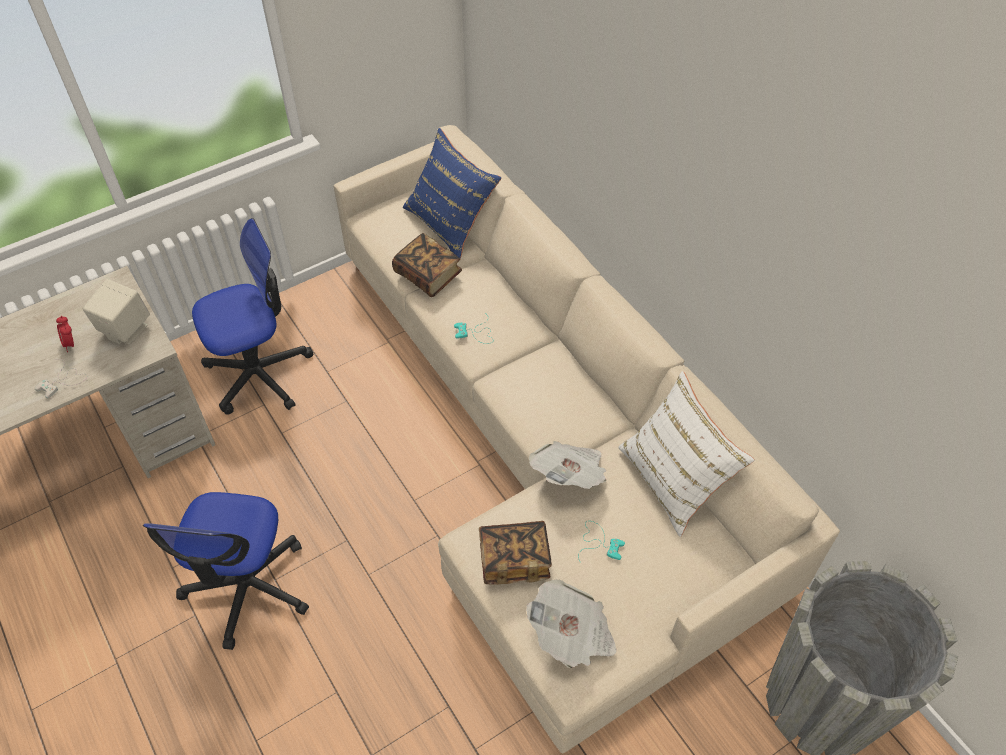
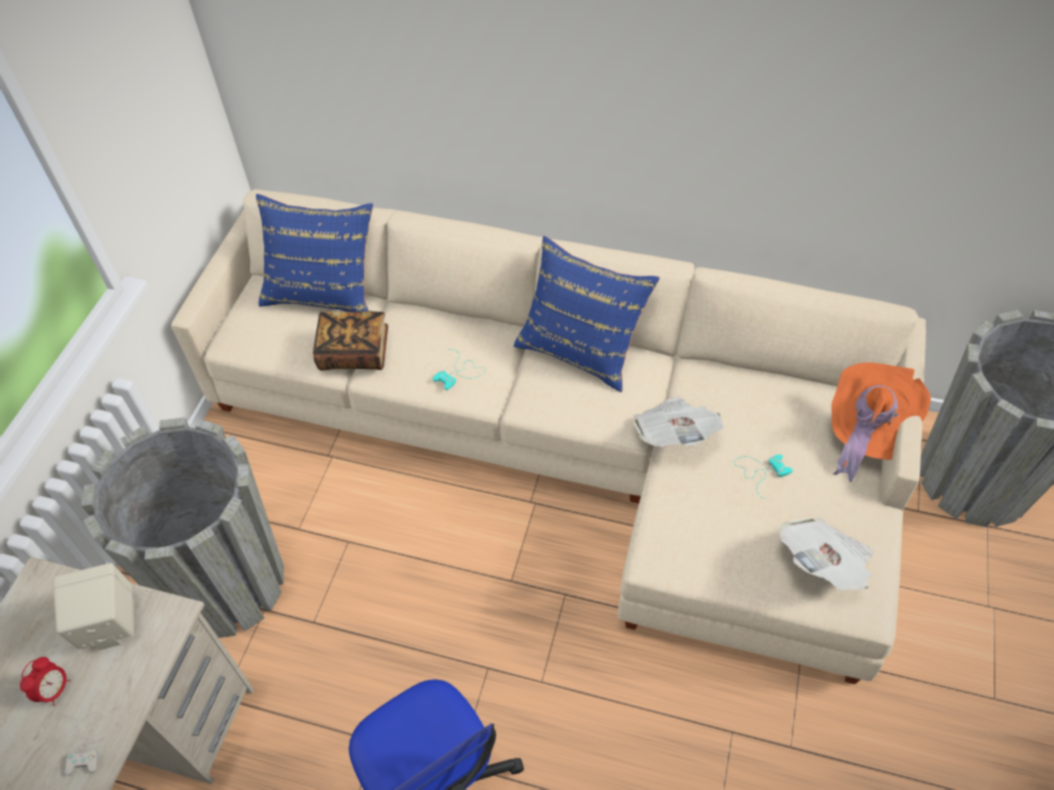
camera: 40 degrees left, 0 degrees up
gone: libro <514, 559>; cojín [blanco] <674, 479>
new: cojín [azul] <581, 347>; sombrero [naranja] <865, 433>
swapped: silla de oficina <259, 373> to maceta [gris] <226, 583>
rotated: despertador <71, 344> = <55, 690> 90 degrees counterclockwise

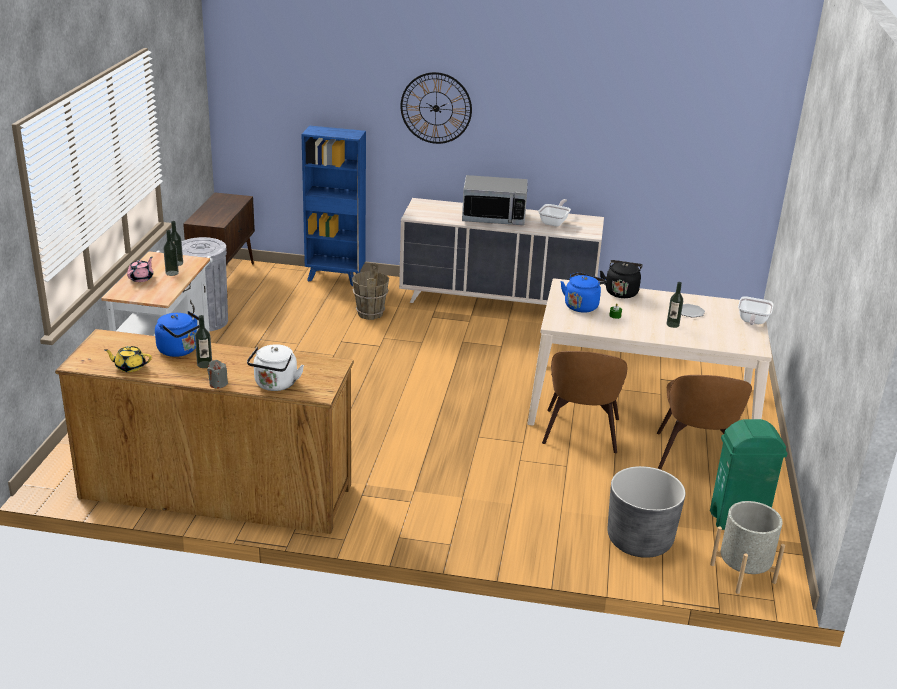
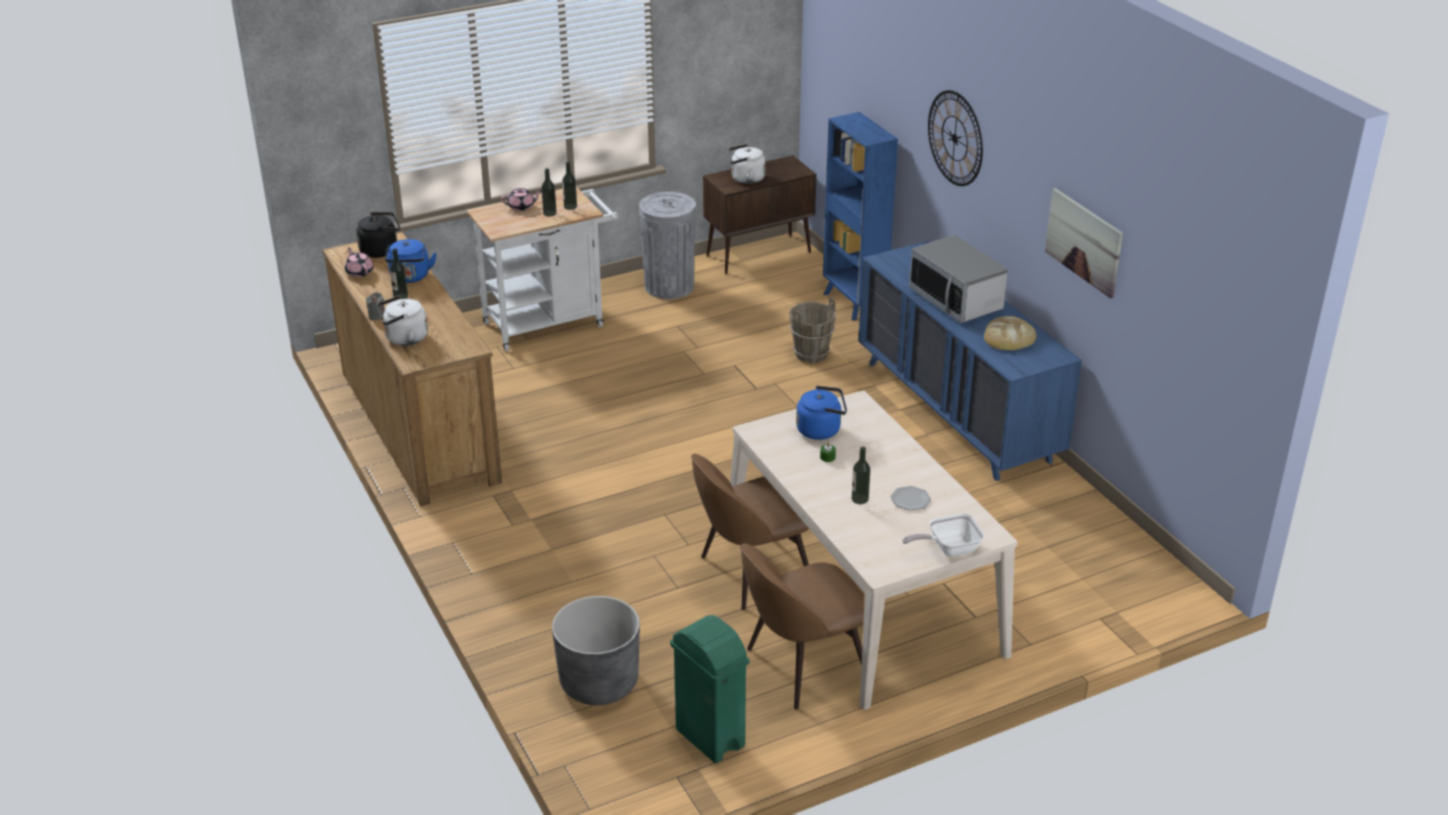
camera: 55 degrees right, 5 degrees up
gone: maceta [gris] <742, 573>
new: hervidor [blanco] <745, 179>; cuadro <1084, 242>
shifted: hervidor [negro] <621, 292> to <381, 250>
swapped: sartén <554, 222> to pan <1009, 337>
repainted: tetera [amarillo] <130, 367> to tetera [rosa] <359, 272>; cómoda [beis] <498, 301> to cómoda [azul] <957, 411>

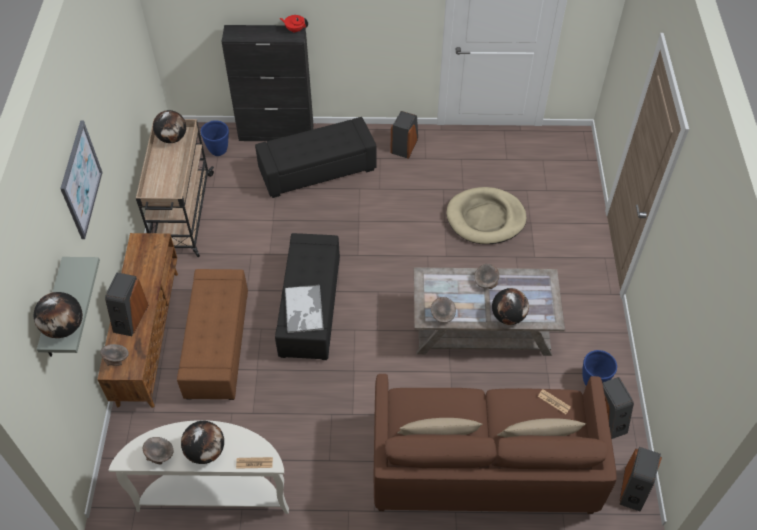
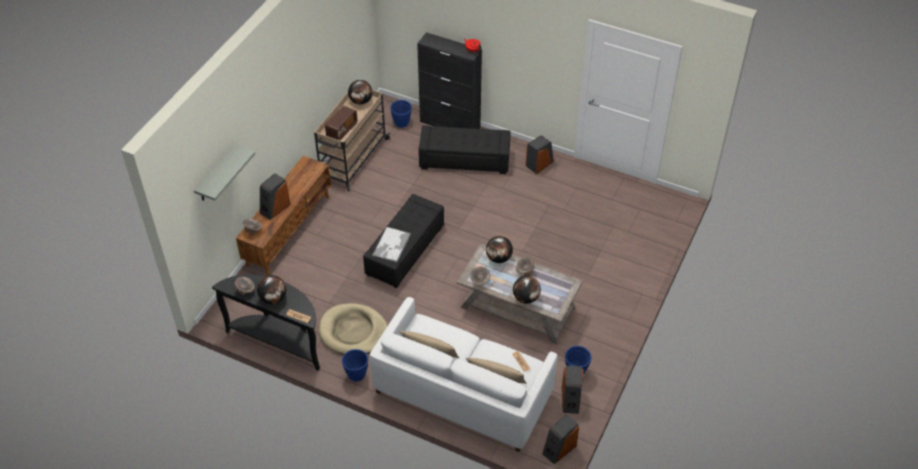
camera: 25 degrees right, 5 degrees down
gone: cuadro <81, 180>; puf [marrón] <217, 345>
new: radio <341, 130>; maceta [azul] <356, 375>
shifted: cama para perro [beis] <485, 218> to <353, 332>; globo terráqueo <64, 327> to <499, 258>
repainted: mesa consola [blanco] <215, 493> to mesa consola [negro] <279, 340>; sofá [marrón] <482, 464> to sofá [blanco] <462, 392>

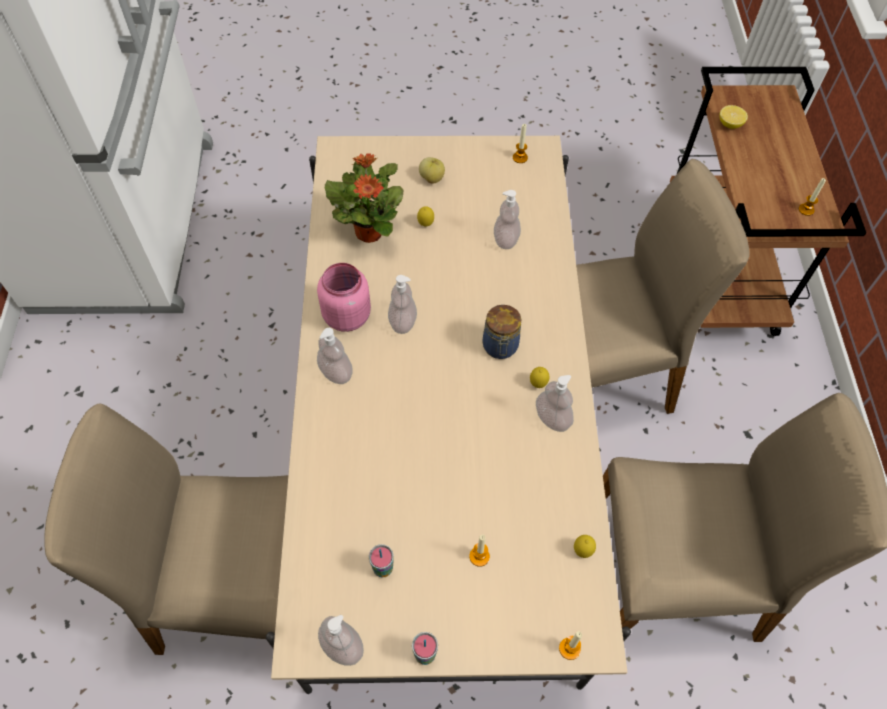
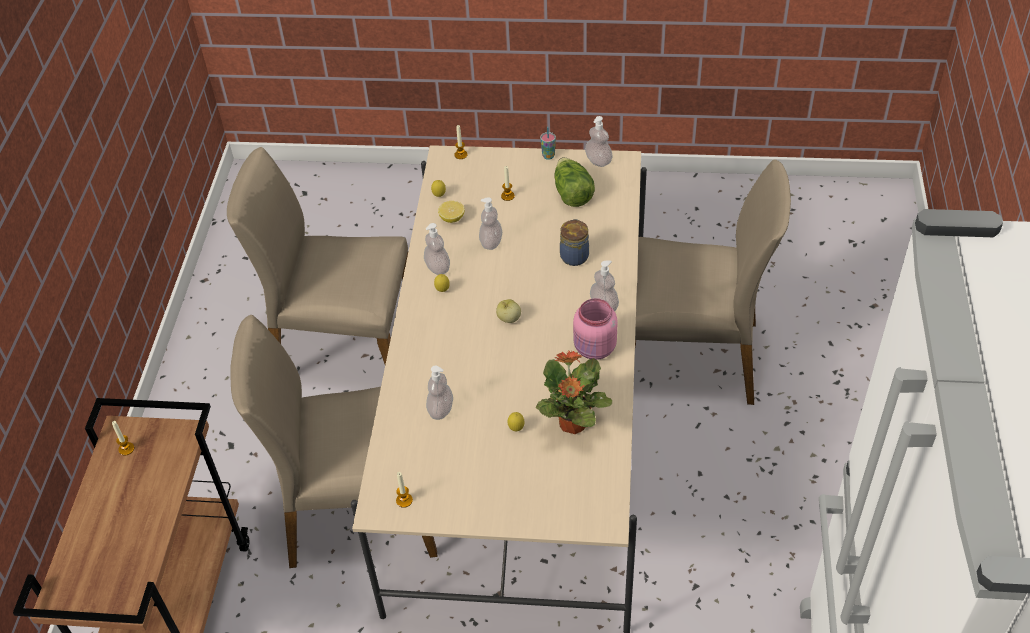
camera: 170 degrees left, 10 degrees down
shifted: limón <729, 124> to <452, 218>; dispensador de jabón <402, 321> to <491, 242>; manzana <432, 178> to <508, 319>; tarro <500, 347> to <574, 255>
swapped: taza <383, 568> to lechuga <572, 193>

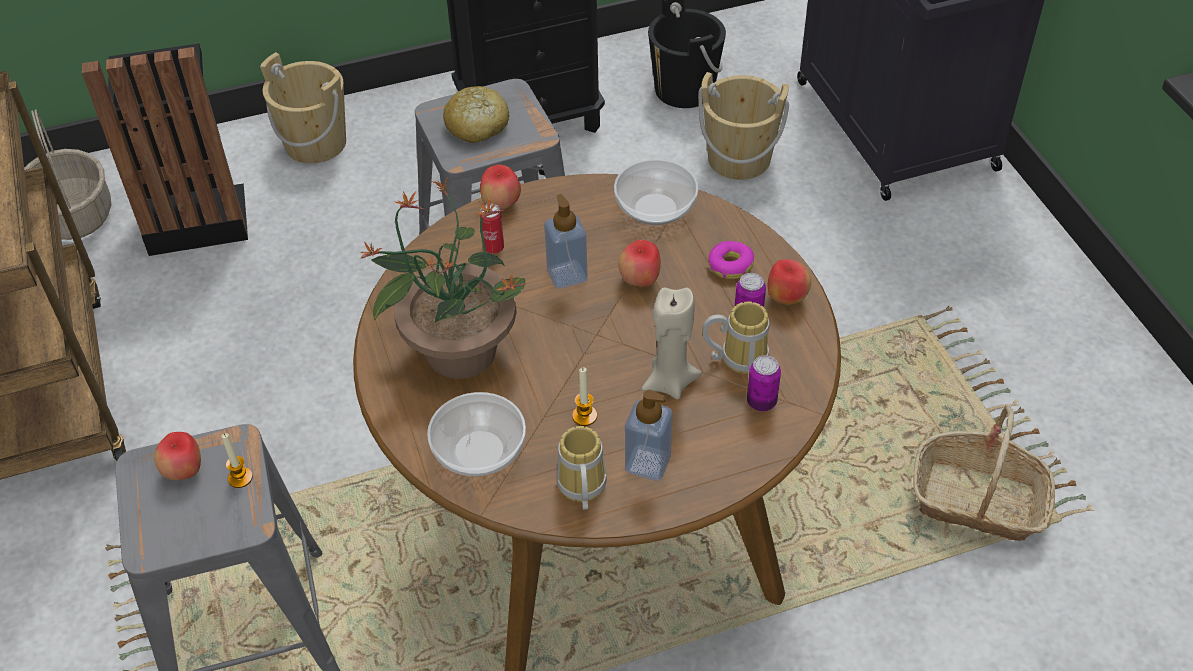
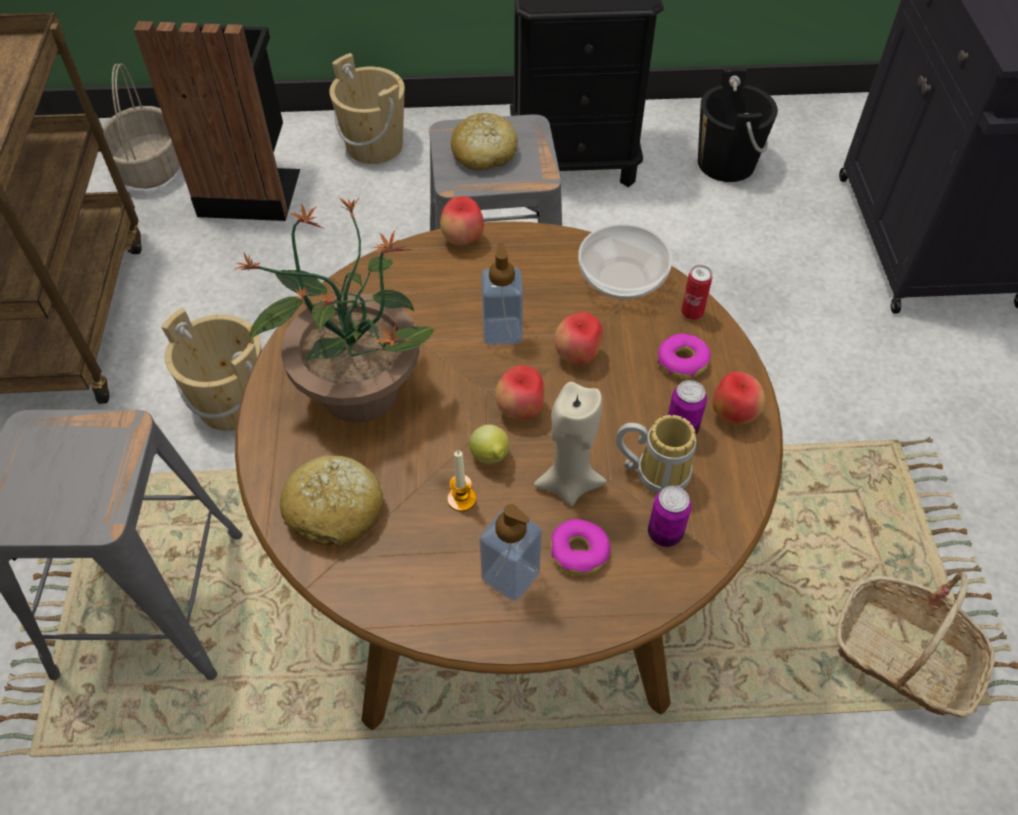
camera: 15 degrees right, 5 degrees up
gone: vela <240, 478>; taza grande <579, 490>
new: limón <491, 458>; rosquilla <579, 552>
shifted: cubo [beis] <739, 159> to <233, 402>; manzana <184, 471> to <520, 410>; lata <494, 248> to <692, 313>
swapped: cuenco <480, 450> to pan <335, 510>

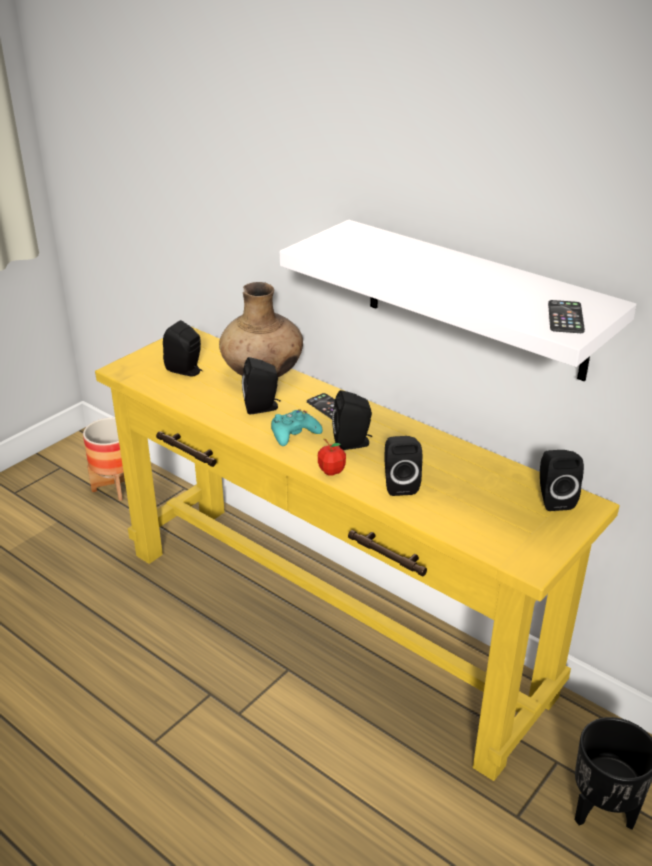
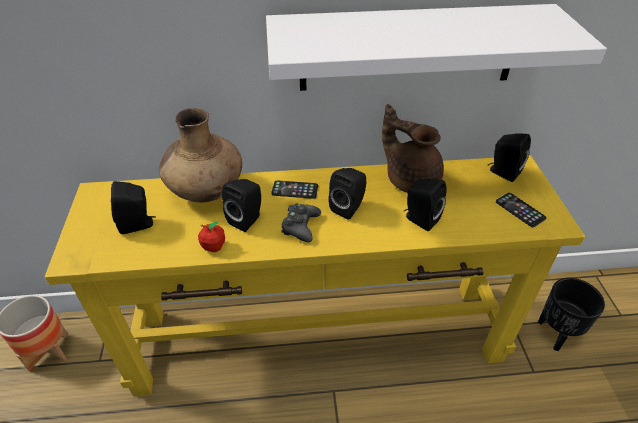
camera: 45 degrees left, 10 degrees up
new: tetera [marrón] <410, 179>
shifted: manzana <331, 471> to <213, 247>; móvil <565, 317> to <520, 210>
repainted: mando de consola [turquesa] <294, 434> to mando de consola [negro] <300, 226>

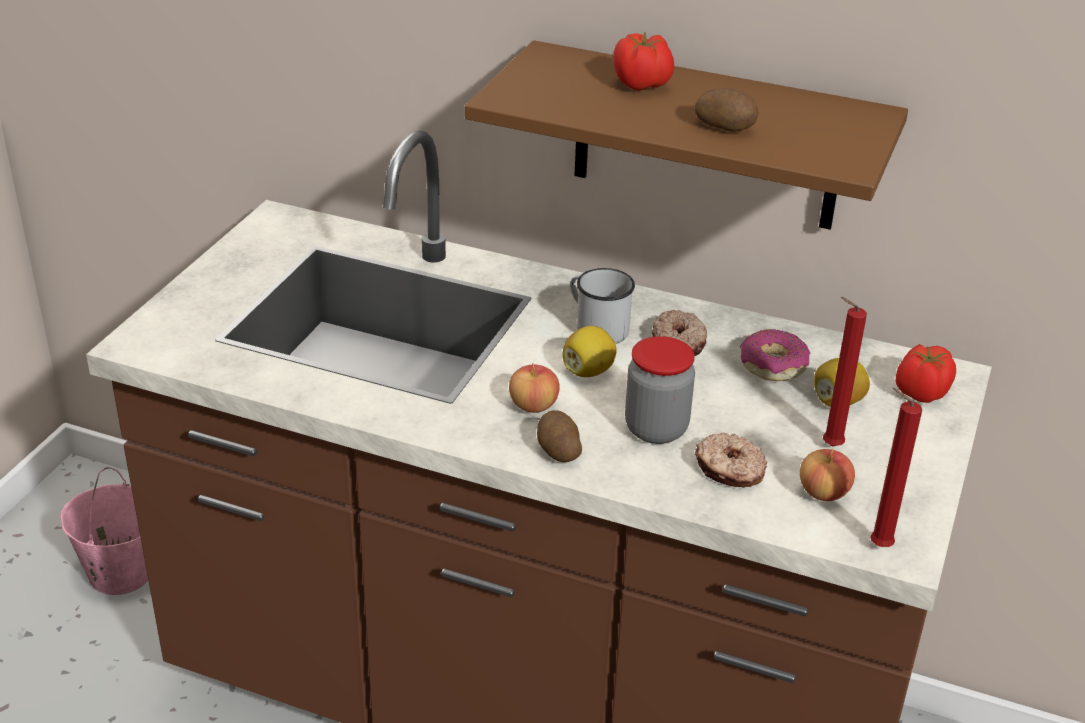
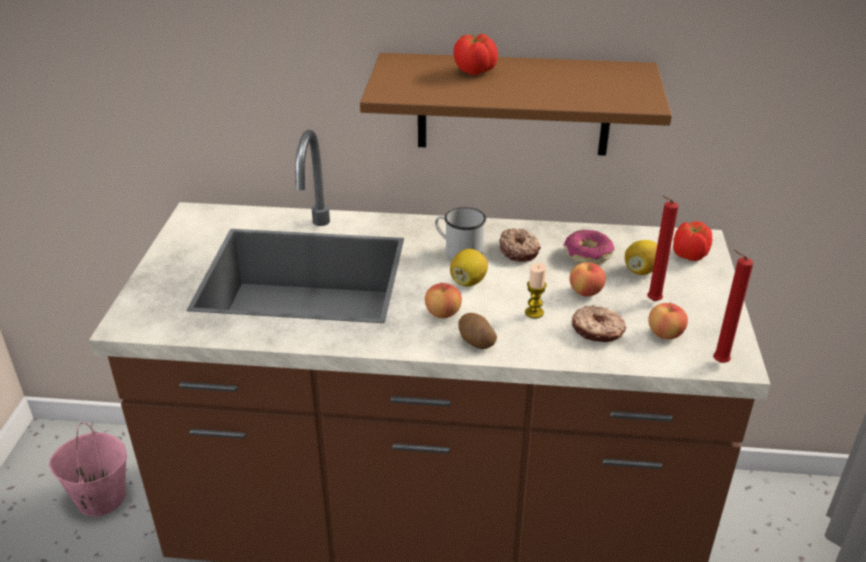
camera: 15 degrees left, 0 degrees up
gone: patata <725, 126>
new: manzana <585, 291>
swapped: tarro <656, 429> to vela <534, 312>

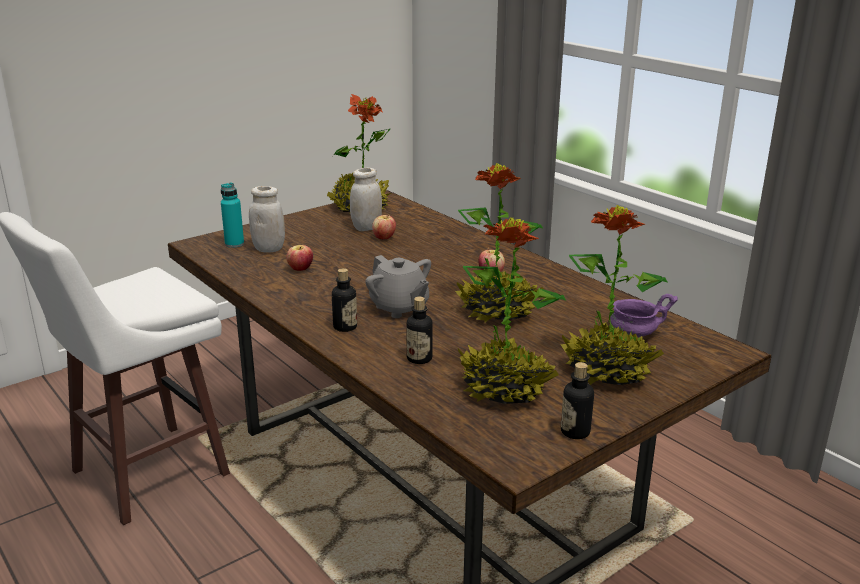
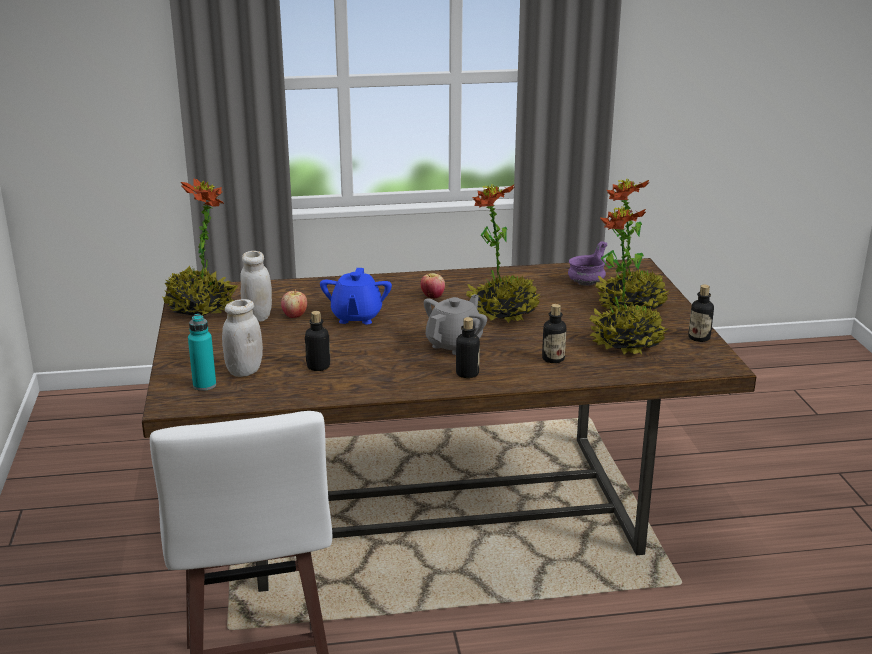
camera: 60 degrees left, 0 degrees up
new: tetera [azul] <356, 317>
swapped: manzana <300, 269> to botella <318, 366>
rotated: tetera [gris] <399, 307> = <454, 344> 45 degrees counterclockwise

